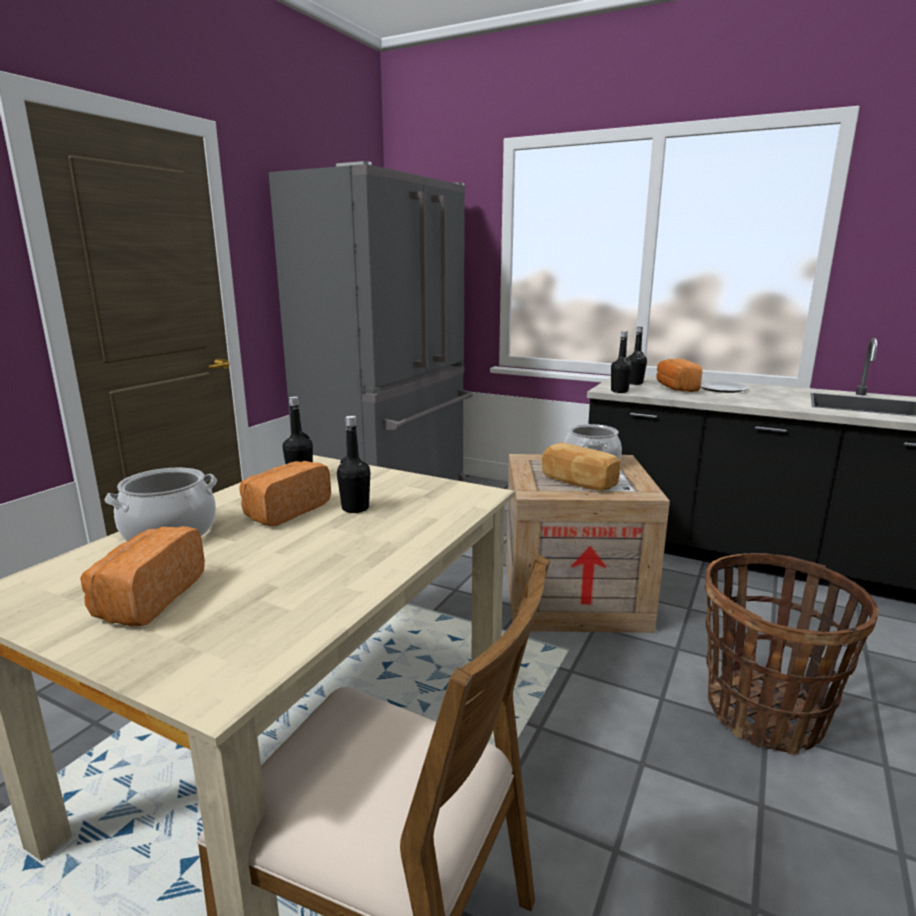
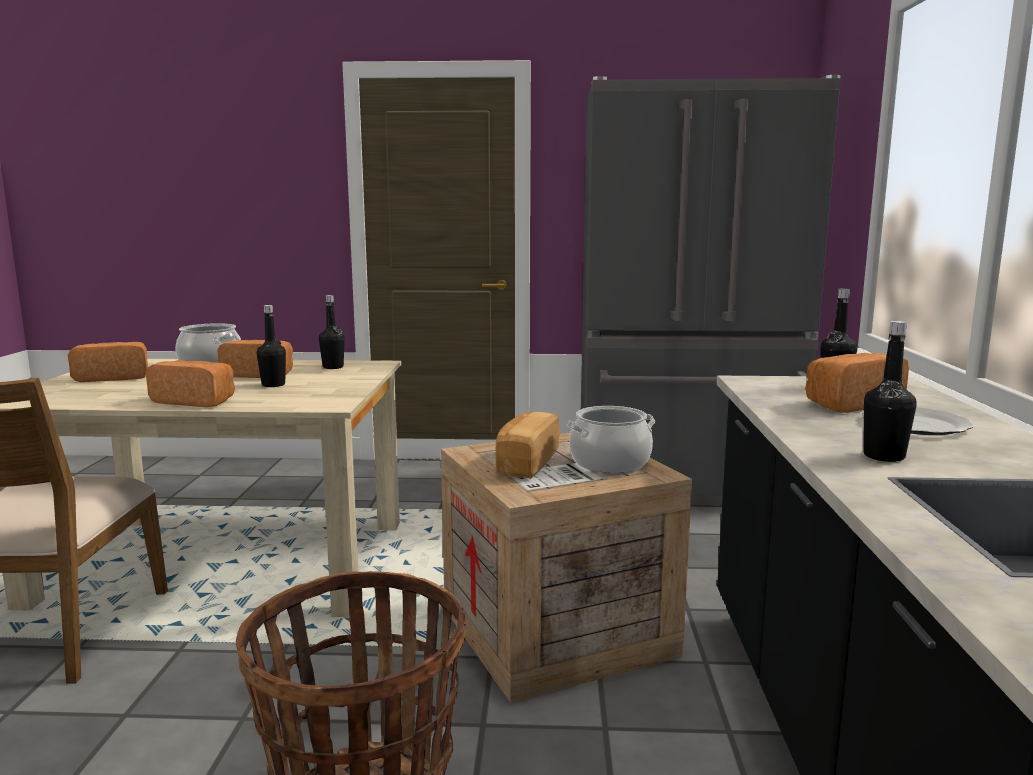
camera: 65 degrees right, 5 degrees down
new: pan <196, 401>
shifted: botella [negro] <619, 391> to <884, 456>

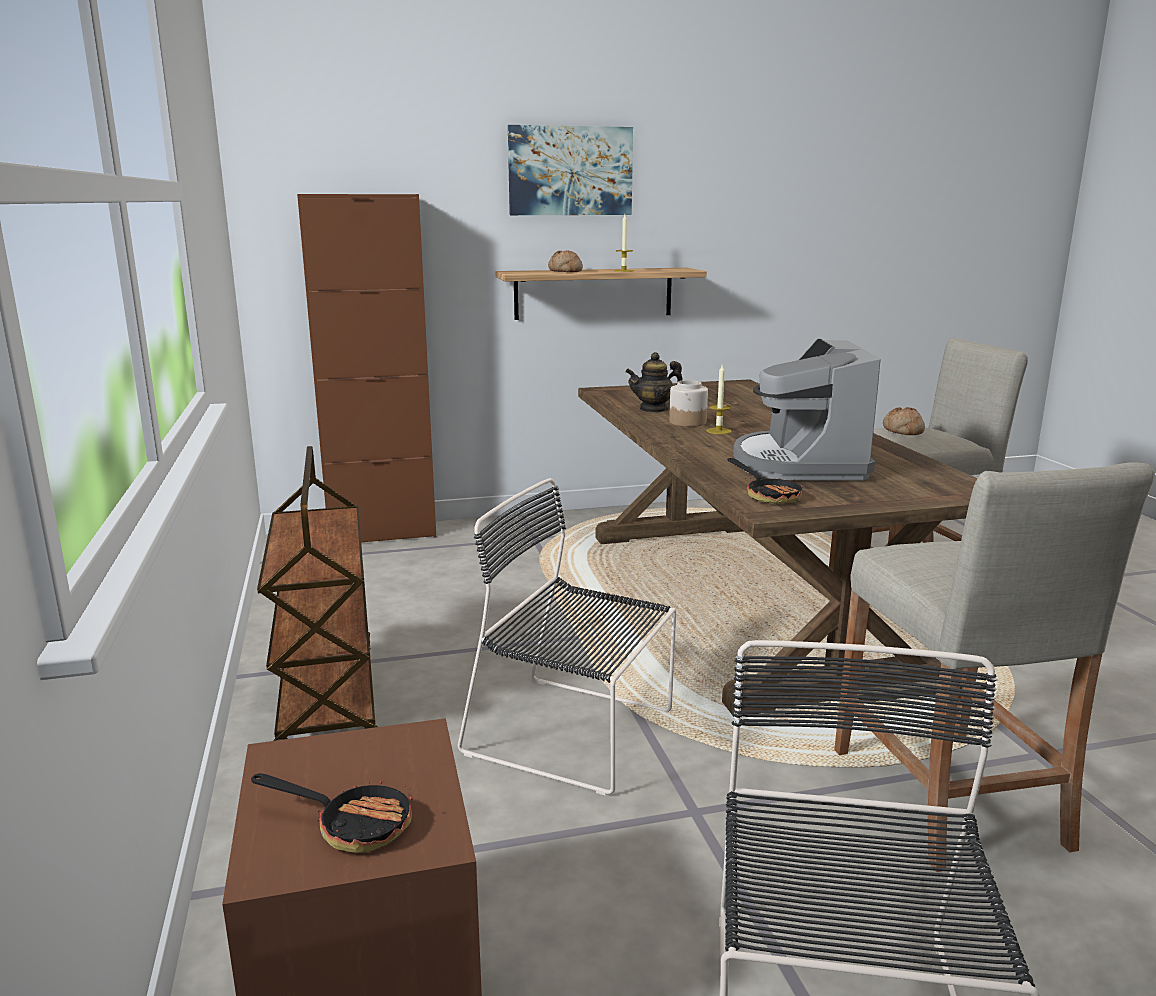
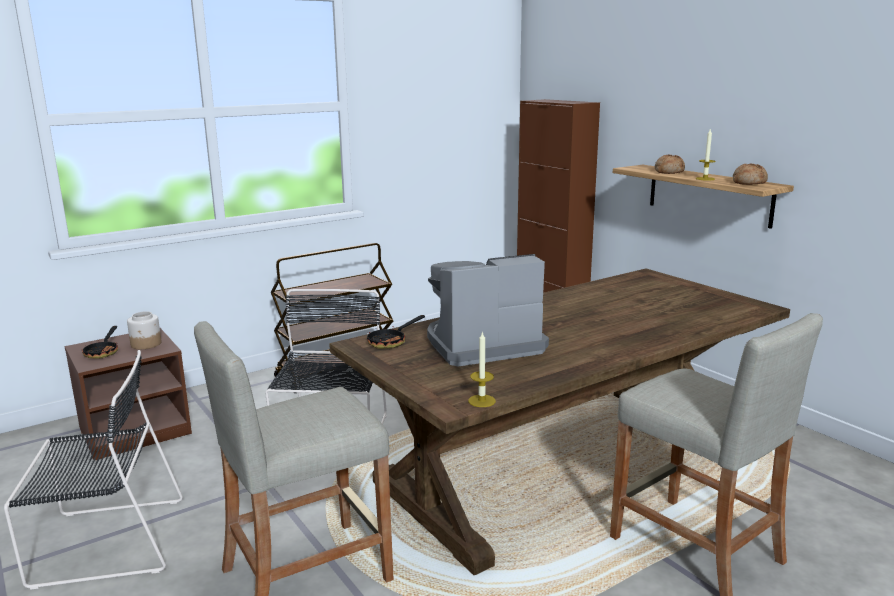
camera: 70 degrees right, 0 degrees up
gone: cuadro <570, 171>; tetera <654, 409>
shifted: tarro <688, 422> to <146, 344>; vela <718, 431> to <481, 401>; pan <902, 431> to <748, 182>

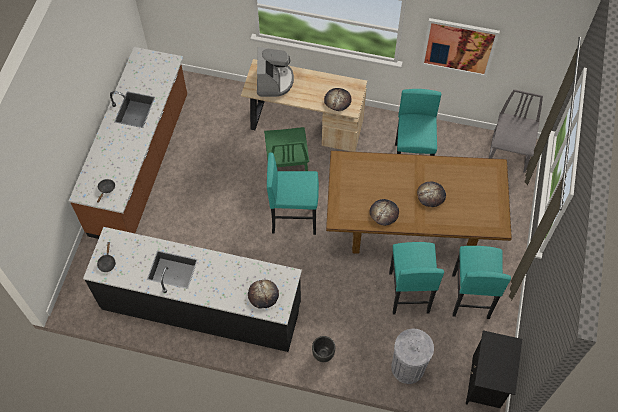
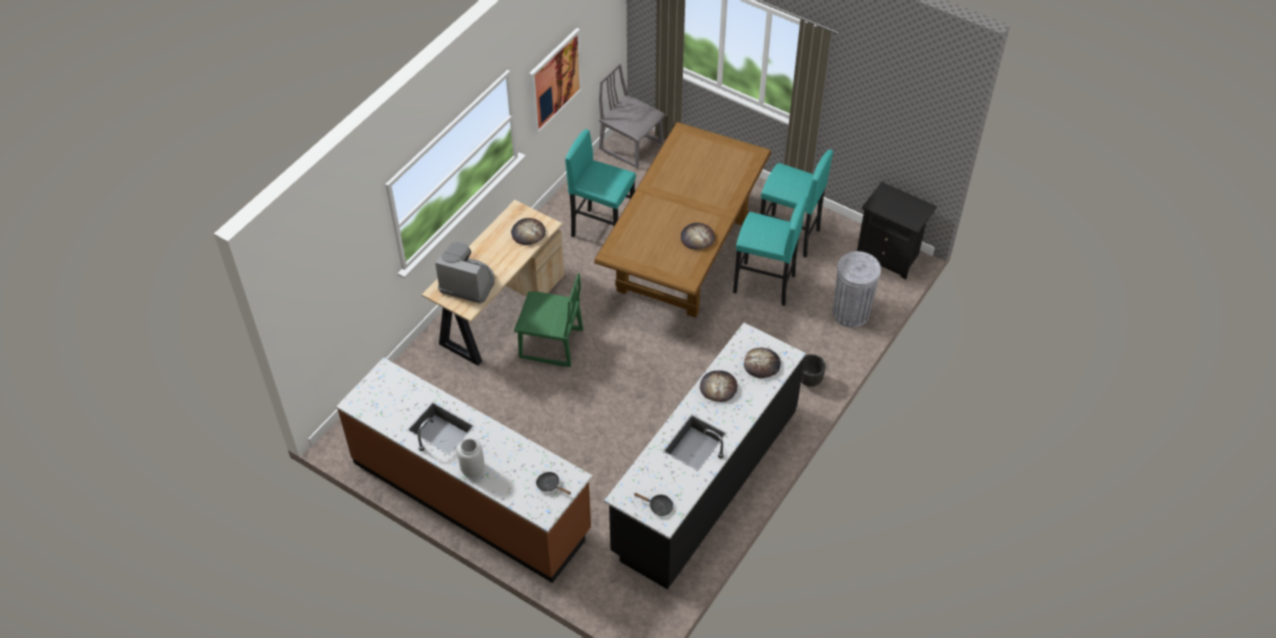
camera: 70 degrees left, 10 degrees down
gone: taburete [turquesa] <294, 218>
new: florero [gris] <473, 468>
shifted: pan <431, 195> to <718, 387>

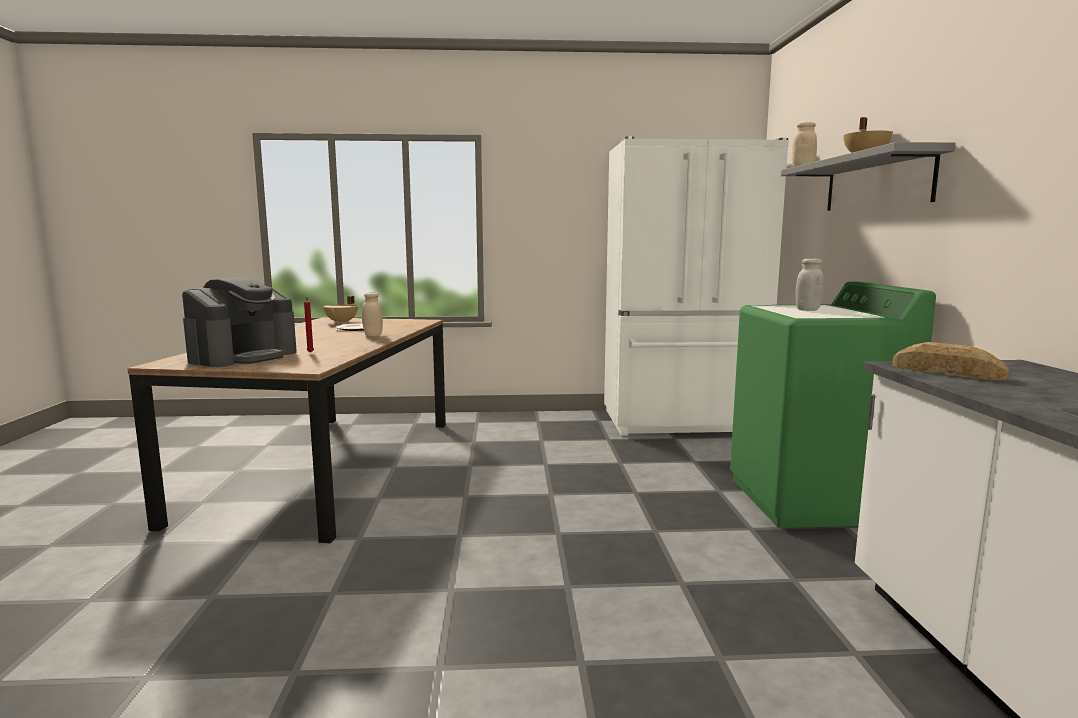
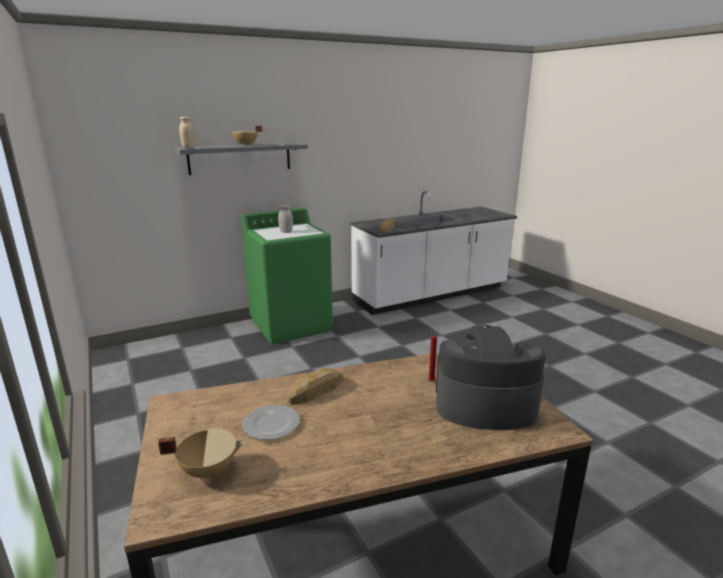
camera: 115 degrees left, 10 degrees up
gone: nevera [blanco] <683, 422>
swapped: tarro [beis] <373, 335> to pan <316, 390>

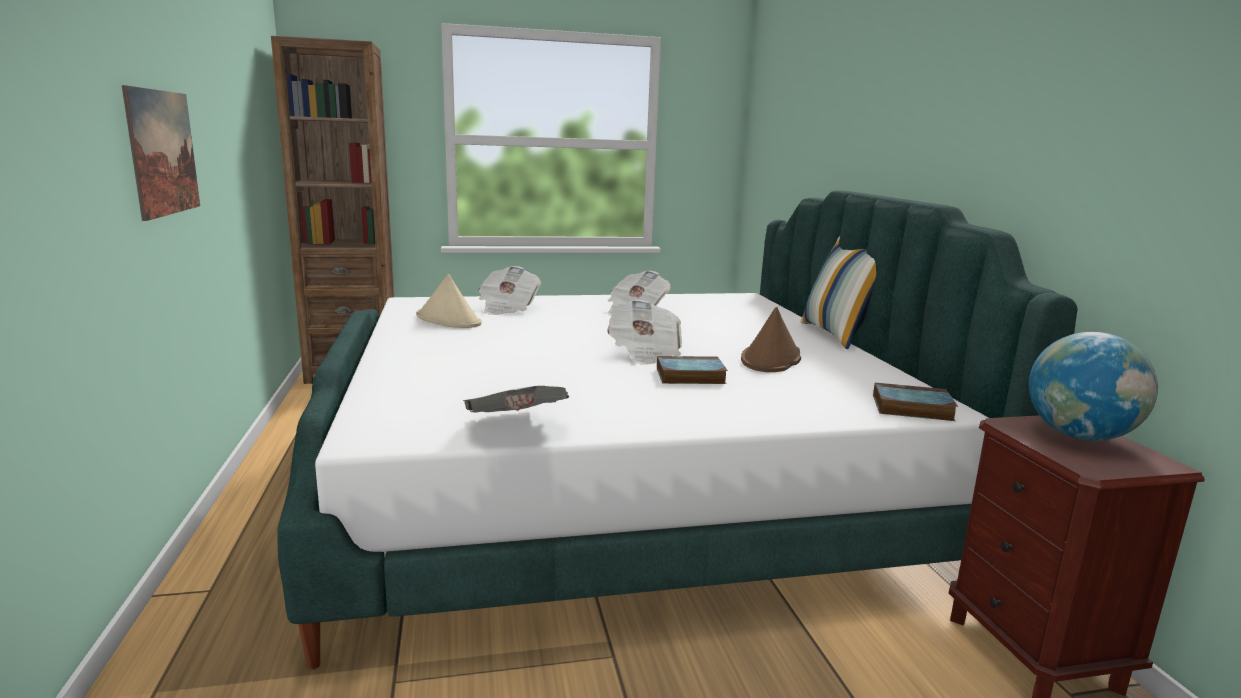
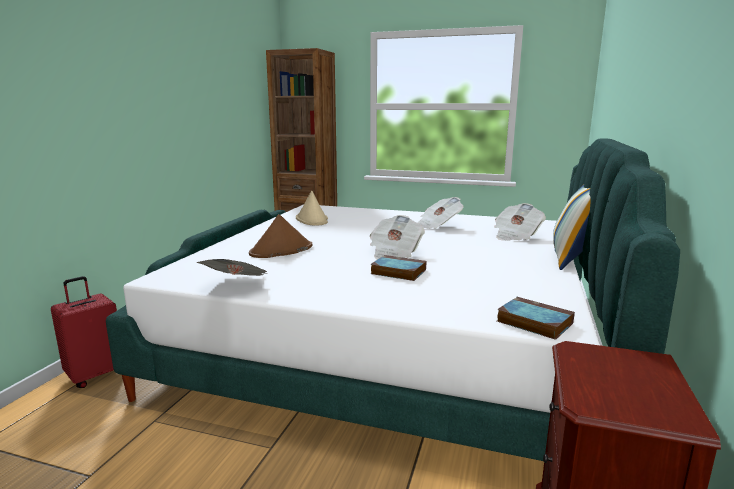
camera: 30 degrees right, 0 degrees up
gone: cuadro <163, 152>; globo terráqueo <1079, 436>
new: maleta [rojo] <96, 375>
shifted: sombrero [marrón] <771, 359> to <281, 250>; periódico <507, 308> to <516, 236>

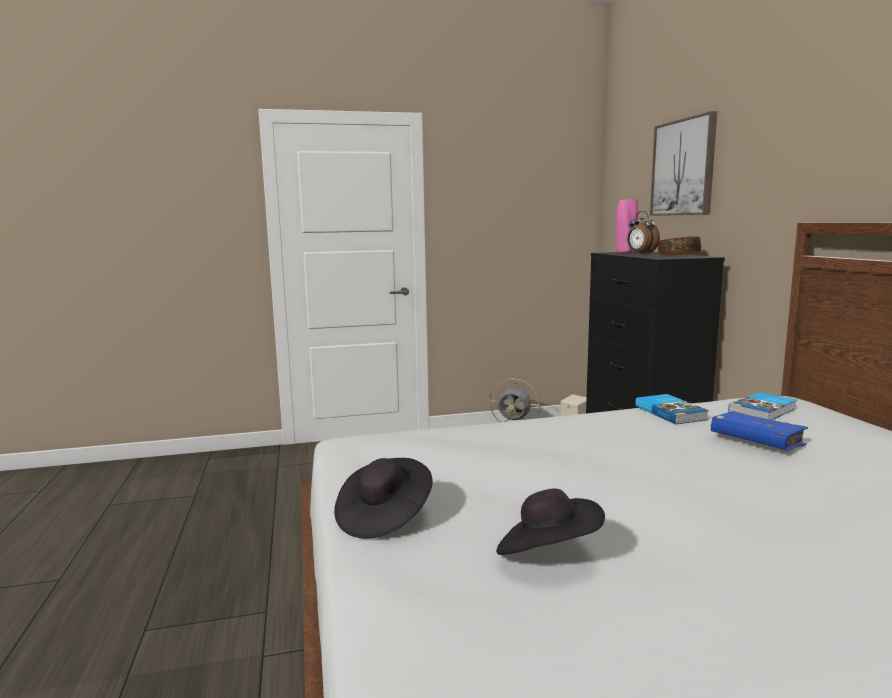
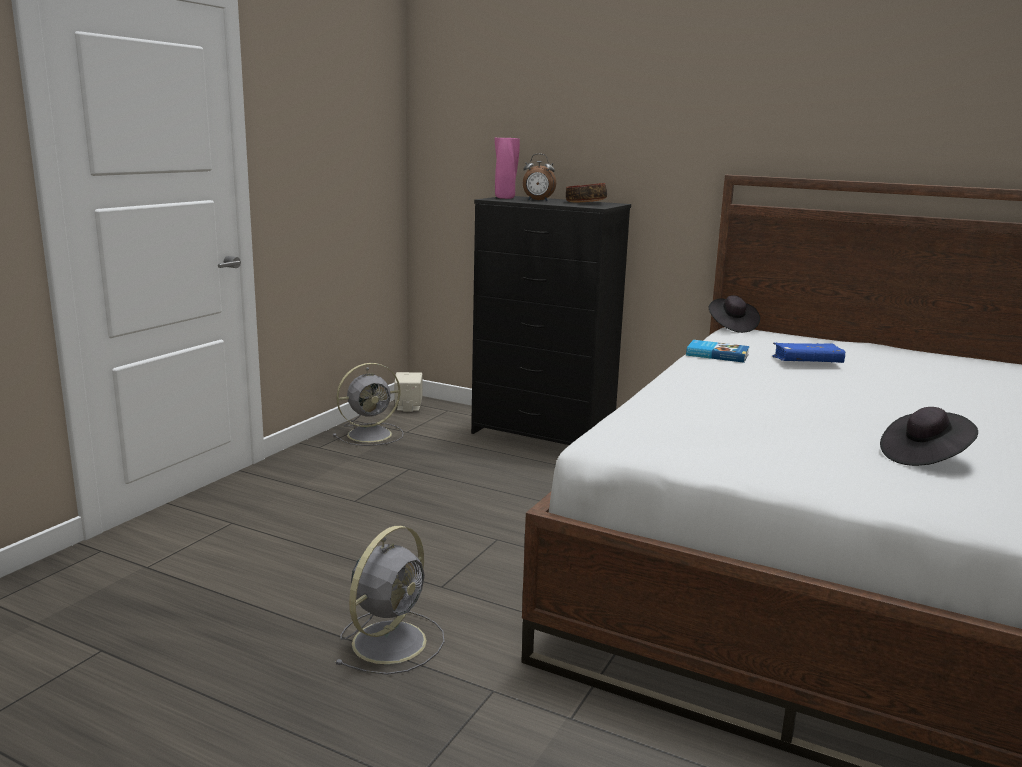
camera: 50 degrees left, 5 degrees up
gone: cuadro <683, 168>; libro <764, 410>
new: ventilador [gris] <391, 640>
shifted: sombrero [negro] <384, 517> to <731, 327>

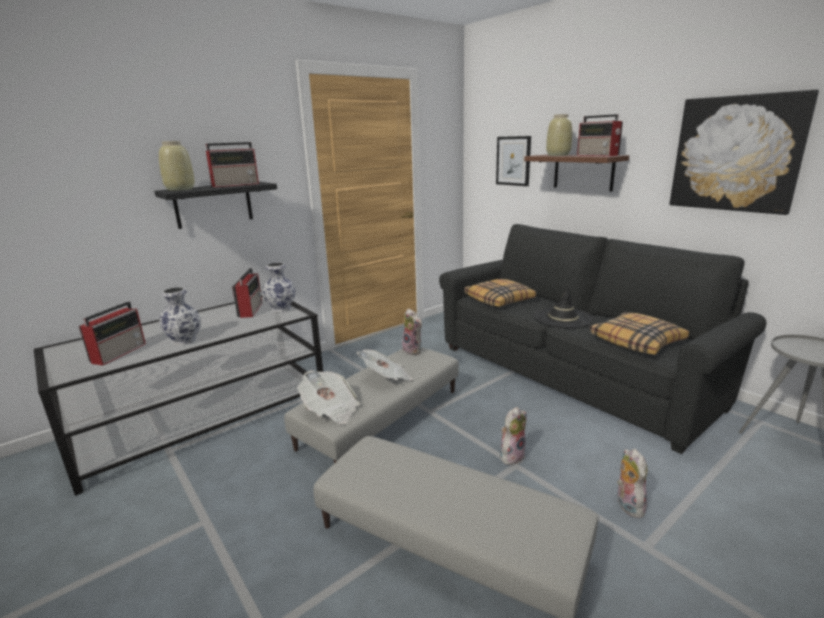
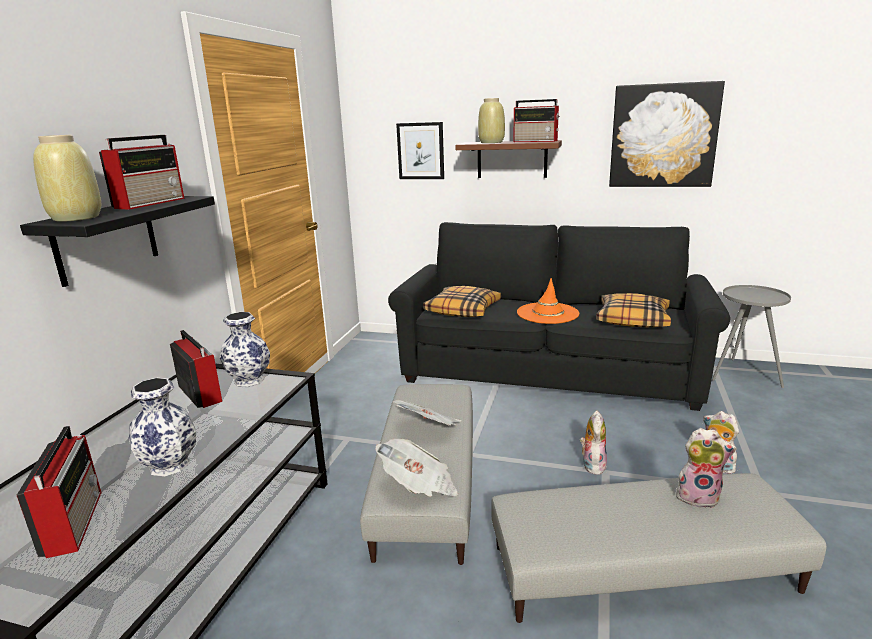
camera: 35 degrees left, 0 degrees up
shifted: peluche <413, 350> to <698, 496>
repainted: sombrero [negro] <563, 318> to sombrero [naranja] <547, 313>

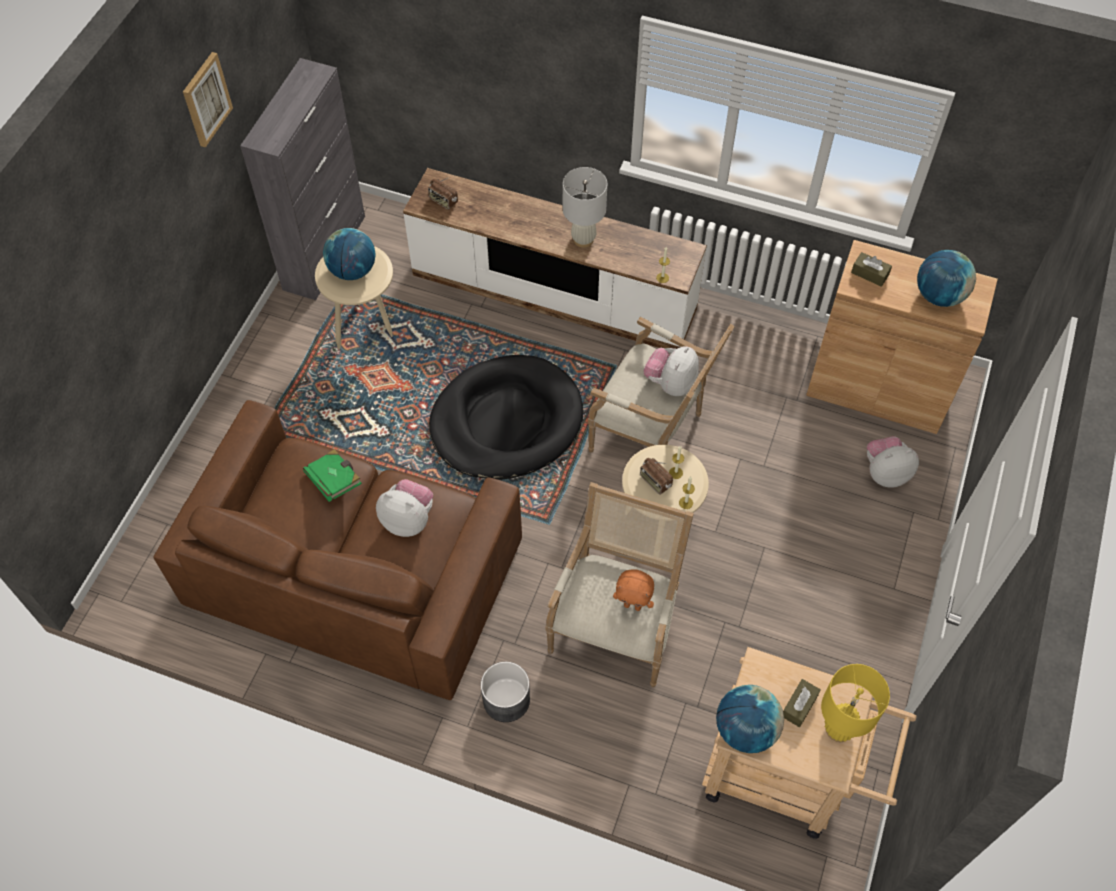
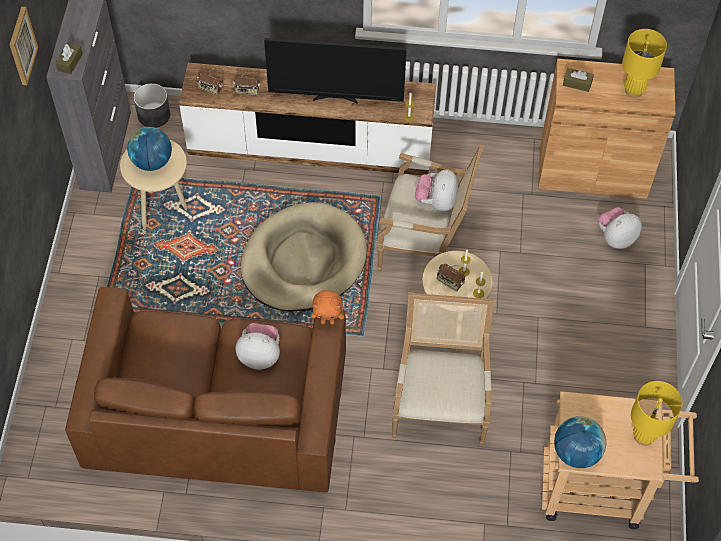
camera: 15 degrees left, 0 degrees up
gone: libro [verde] <335, 481>
new: radio <247, 90>
shifted: caja de pañuelos [marrón] <799, 706> to <70, 62>; maceta [gris] <505, 700> to <153, 115>; peluche [naranja] <633, 605> to <328, 321>
swapped: lámpara de mesa [blanco] <583, 239> to televisor <336, 98>; globo terráqueo <939, 296> to lámpara de mesa [amarillo] <634, 90>
repainted: cama para perro [negro] <506, 422> to cama para perro [beis] <303, 261>

